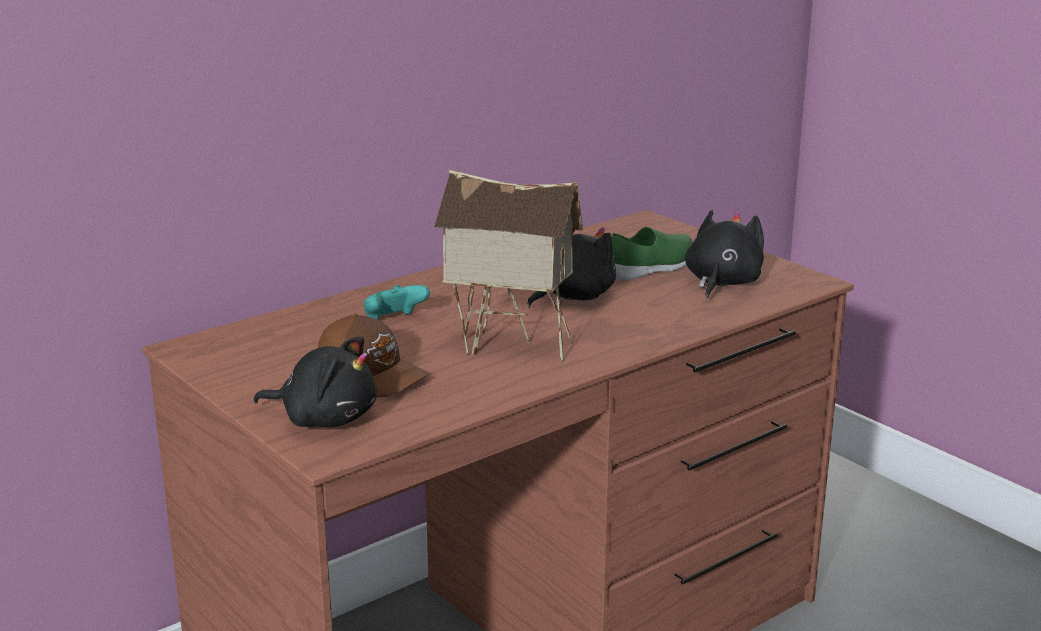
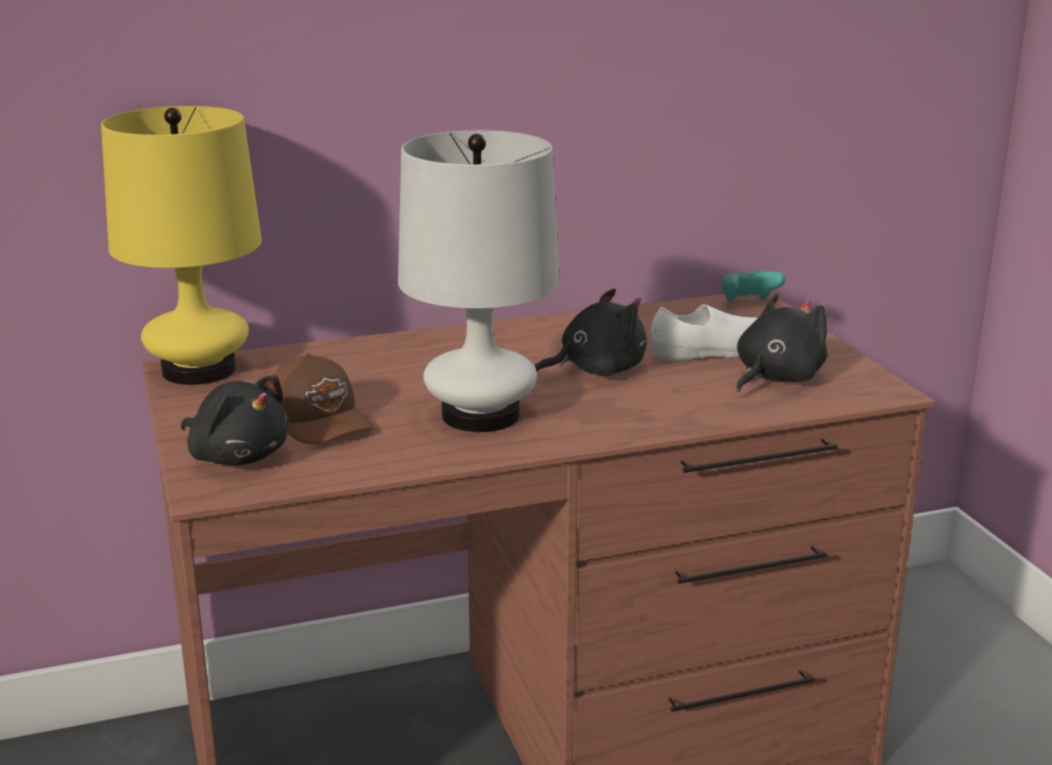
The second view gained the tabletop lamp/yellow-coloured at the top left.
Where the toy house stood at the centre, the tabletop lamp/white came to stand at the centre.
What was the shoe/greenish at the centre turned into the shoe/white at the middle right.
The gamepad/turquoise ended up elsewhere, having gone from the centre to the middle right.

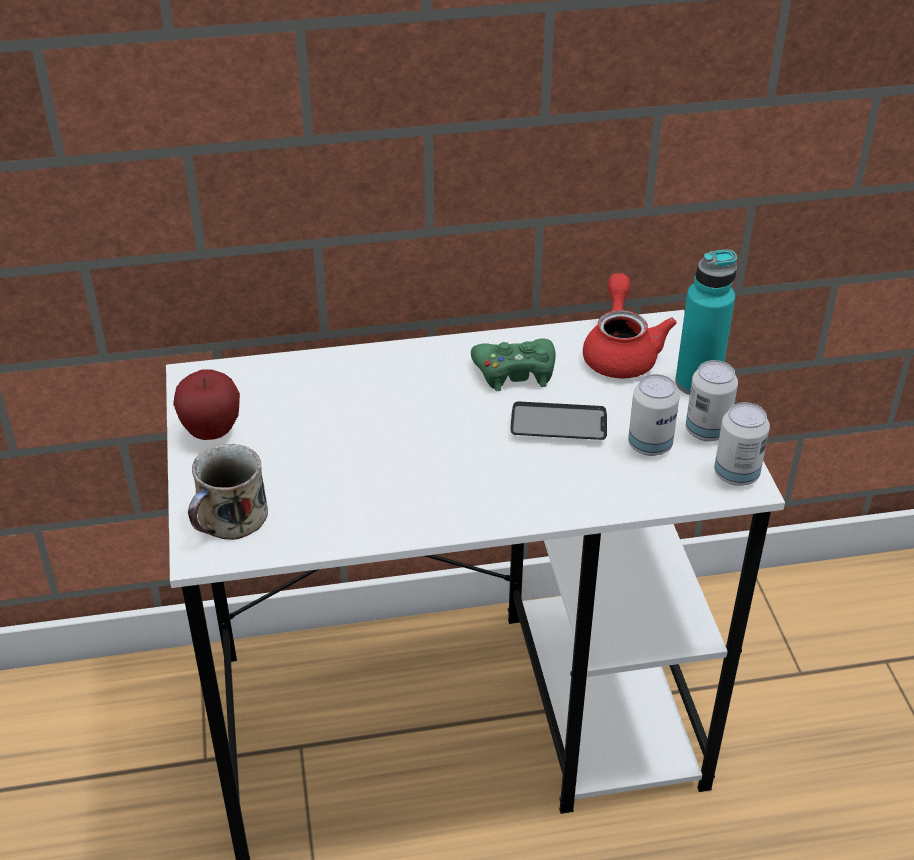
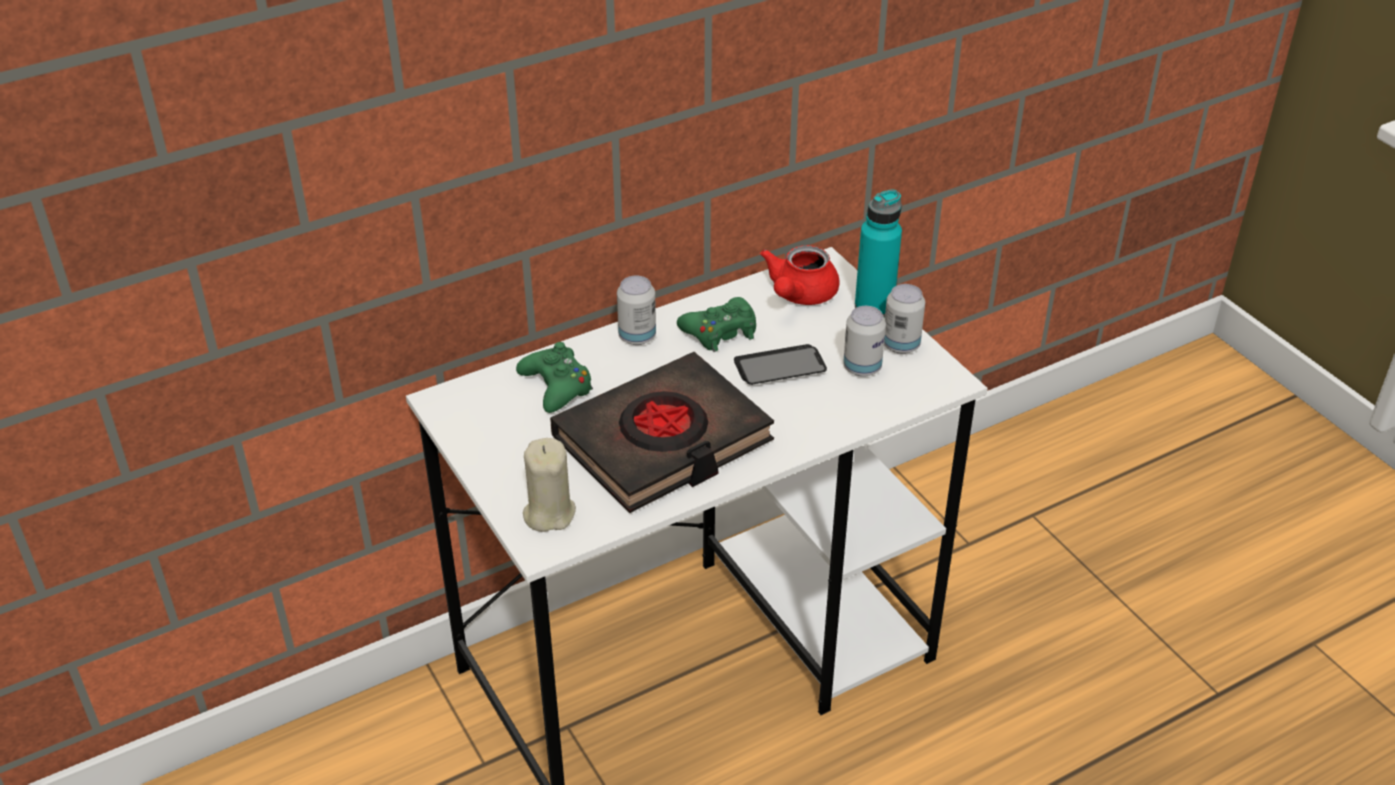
The second view gained the gamepad/greenish (1st from left) at the centre.
Where the mug stood at the middle left, the wax light/beige-coloured came to stand at the centre.
The second view gained the volume/black-coloured at the centre.
The sealed can (3rd from left in the first image) ended up elsewhere, having gone from the middle right to the centre.
The teapot/red-coloured at the middle right ended up facing another way, 135 degrees counterclockwise from before.
The second view lost the whole apple at the middle left.

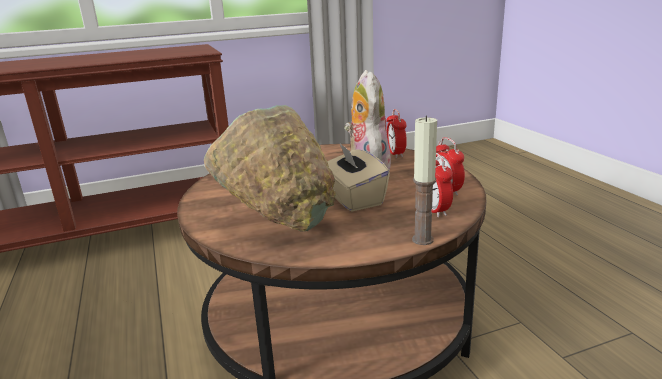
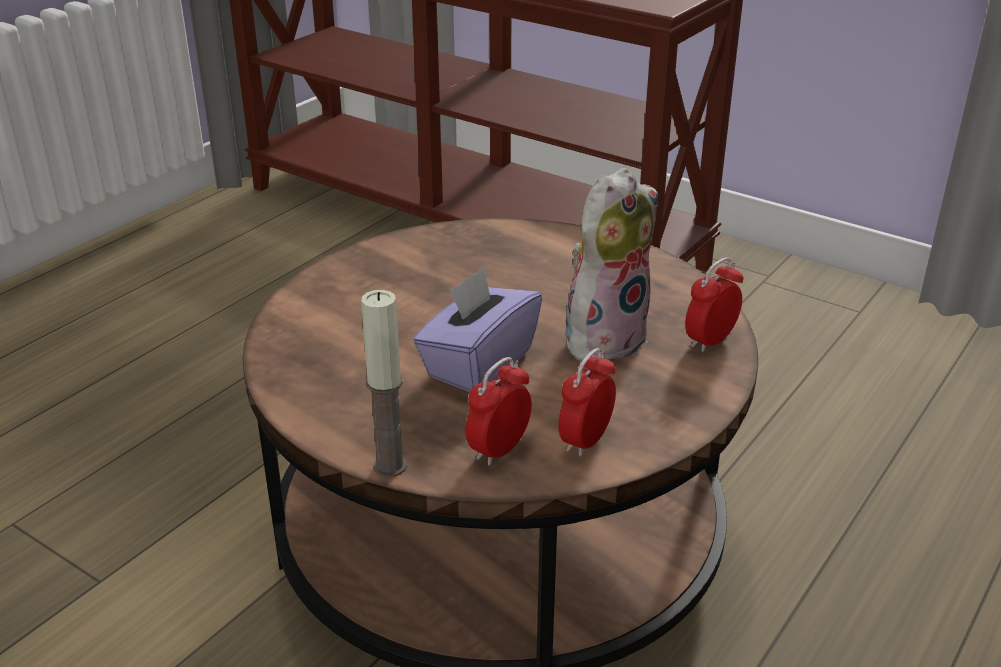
What was the tissue box/beige-coloured at the centre turned into the tissue box/purple at the centre.
The second view lost the serving bowl/greenish at the centre.

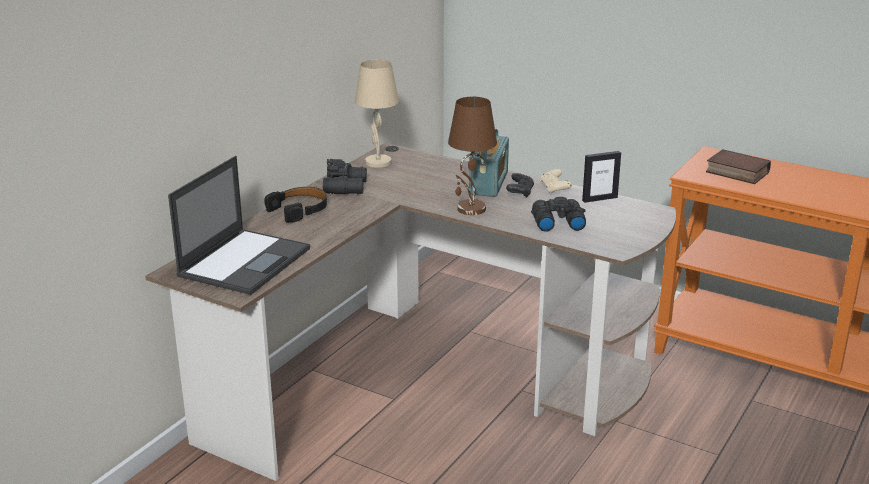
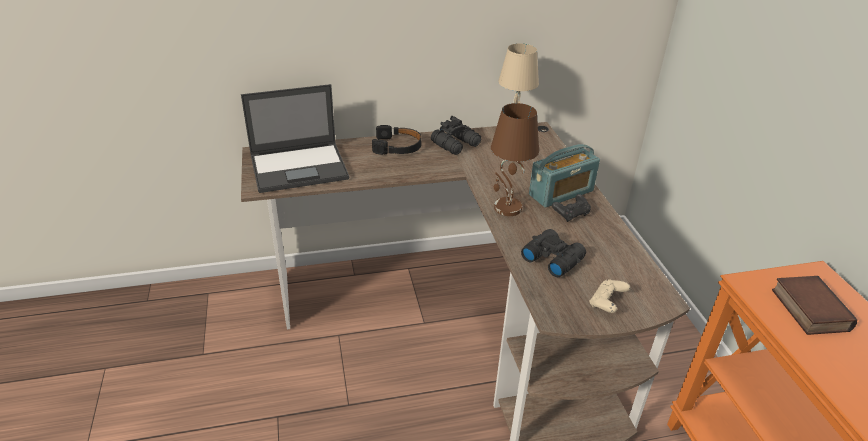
The gamepad/beige-coloured ended up elsewhere, having gone from the centre to the bottom right.
The second view lost the photo frame at the middle right.

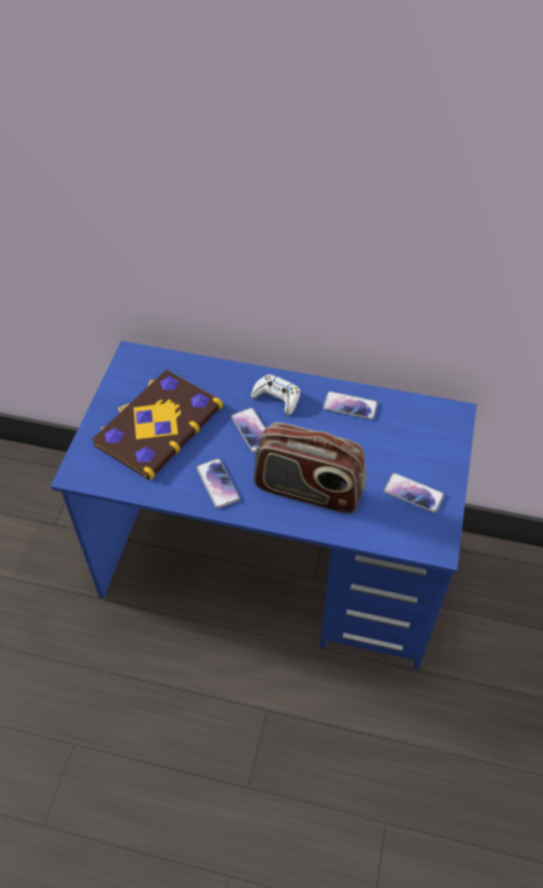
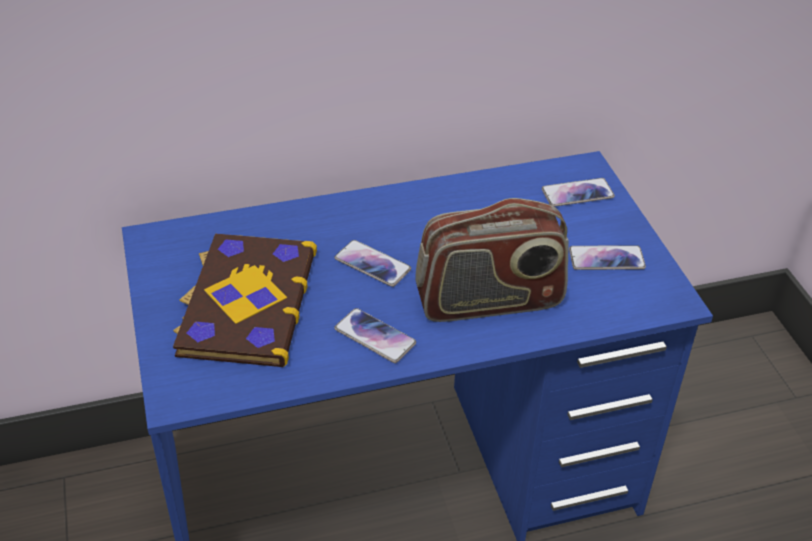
The phone (3rd from left) ended up elsewhere, having gone from the centre to the middle right.
The second view lost the gamepad/white at the centre.

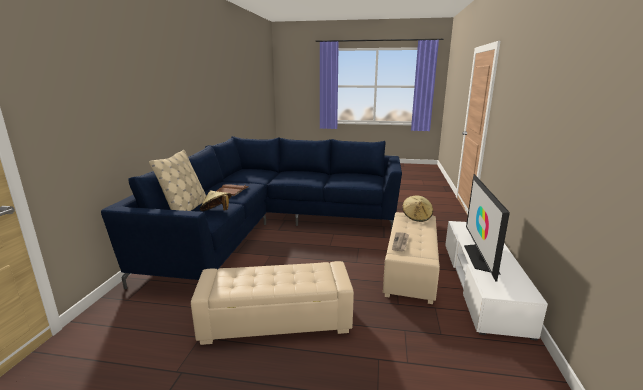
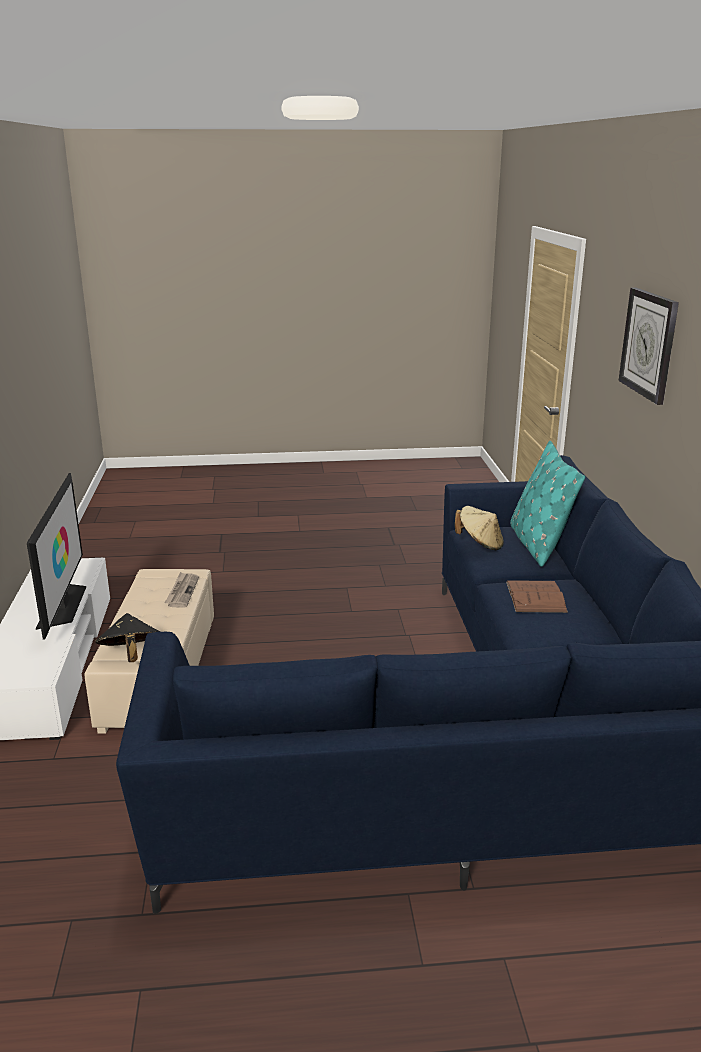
What was the clothing hat/beige-coloured (2nd from left) at the centre turned into the clothing hat/black-coloured at the middle left.
What was the cushion/beige-coloured at the middle left turned into the cushion/turquoise at the middle right.
The second view gained the wall clock at the top right.
The second view lost the ottoman/beige-coloured (1st from left) at the bottom centre.

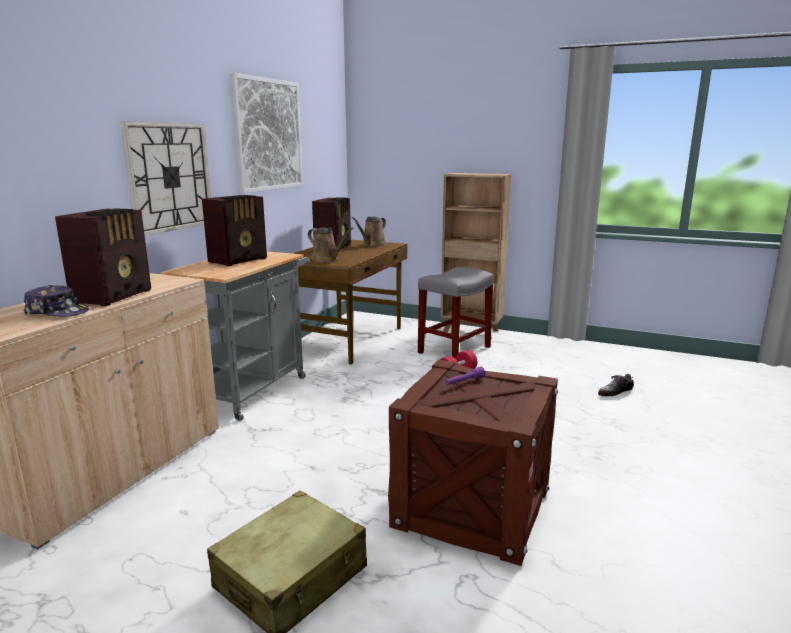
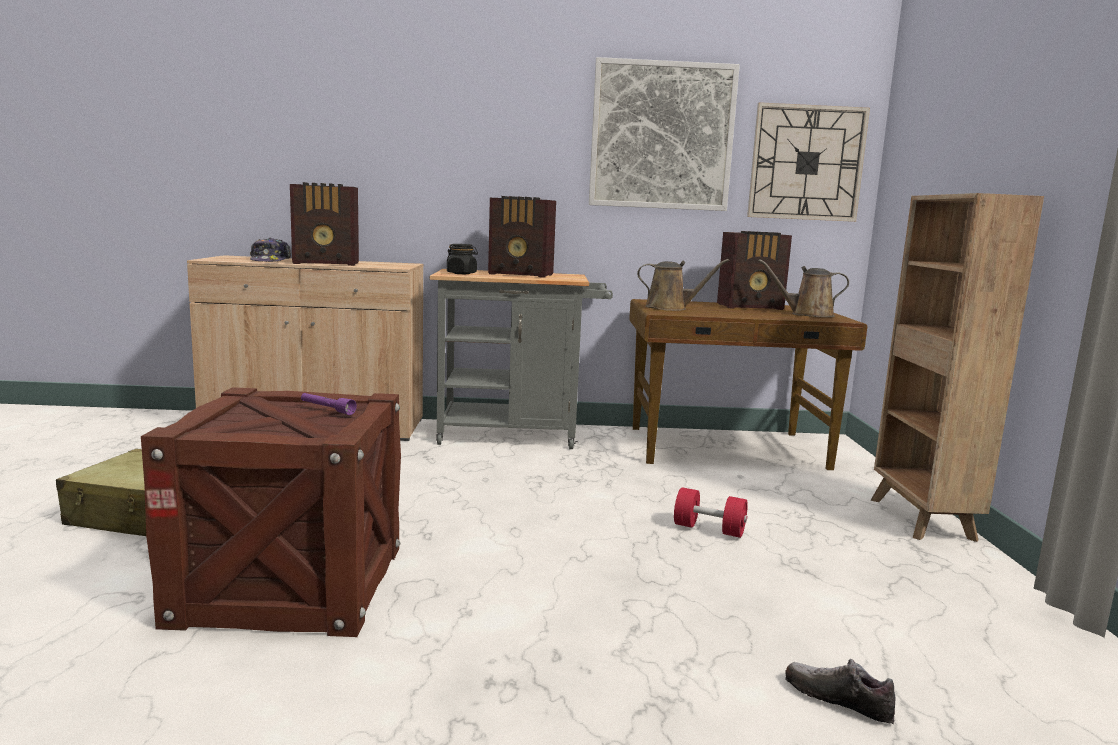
The second view gained the jar/black-coloured at the centre.
The watering can/brownish (1st from left) at the centre ended up facing another way, 90 degrees counterclockwise from before.
The wall clock ended up elsewhere, having gone from the top left to the top right.
The second view lost the stool seat/grey at the centre.

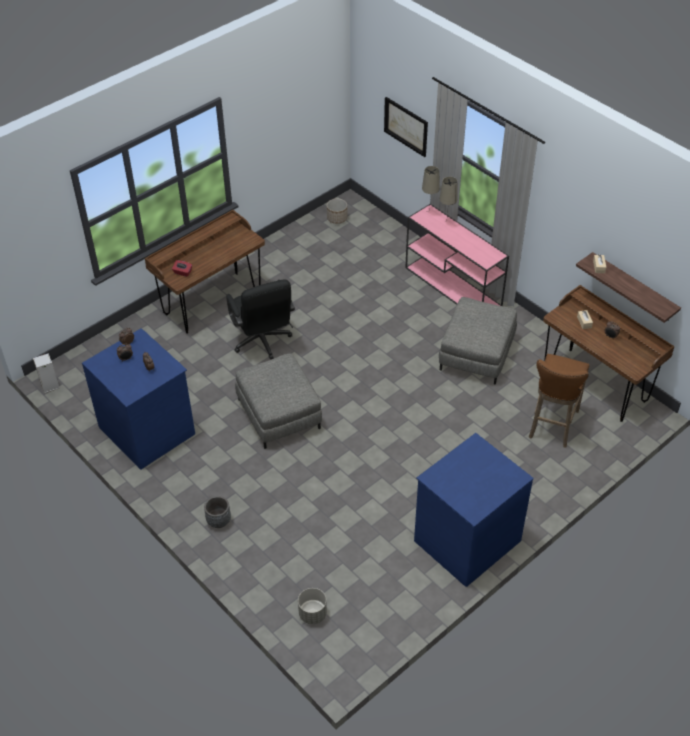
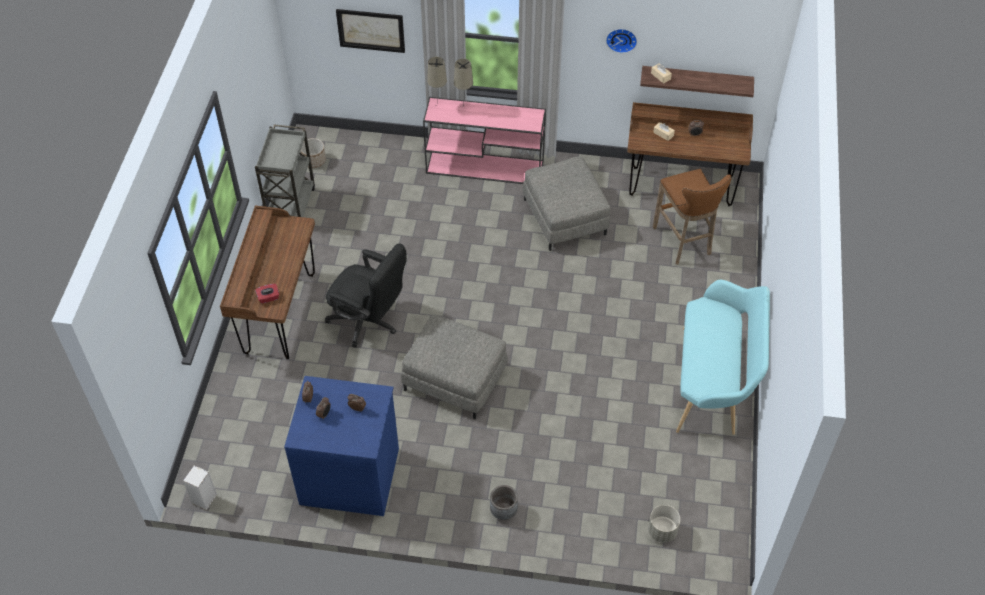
The second view gained the cart/grey at the top left.
The second view gained the wall clock at the top centre.
Where the chest of drawers/blue (2nd from left) stood at the bottom right, the long seat/turquoise came to stand at the middle right.

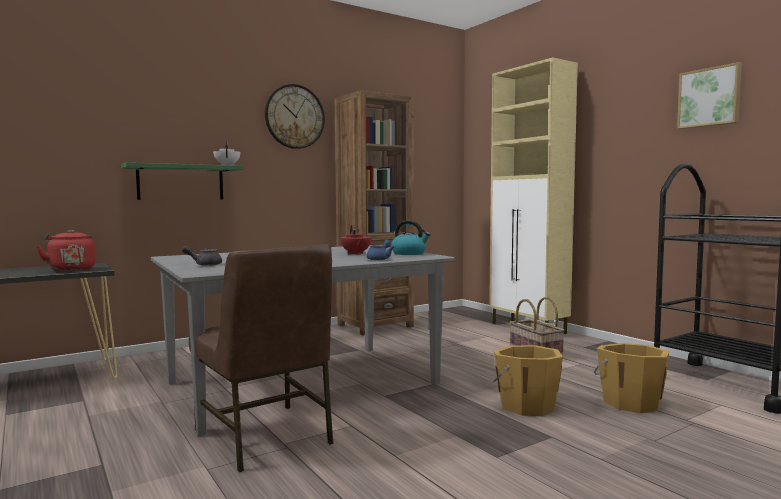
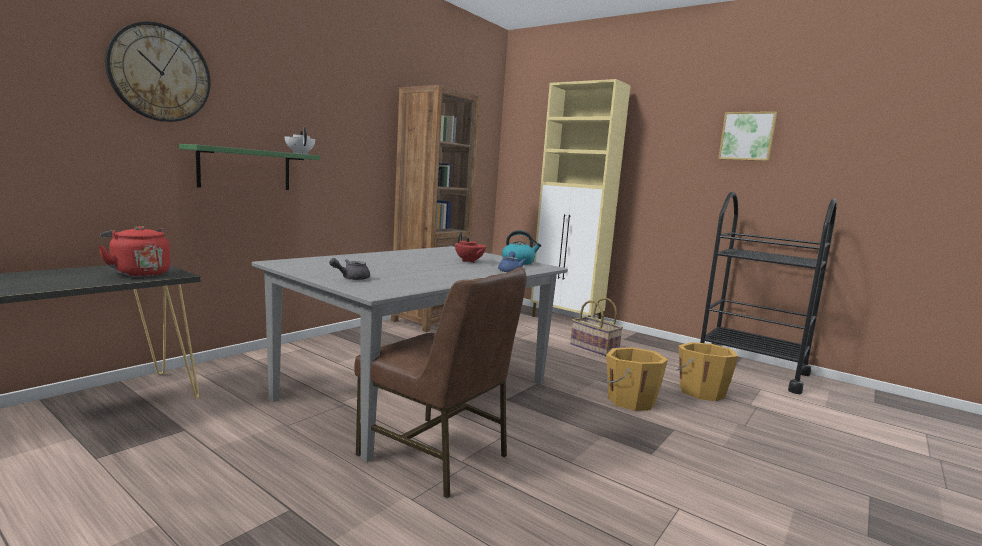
The wall clock ended up elsewhere, having gone from the top centre to the top left.

